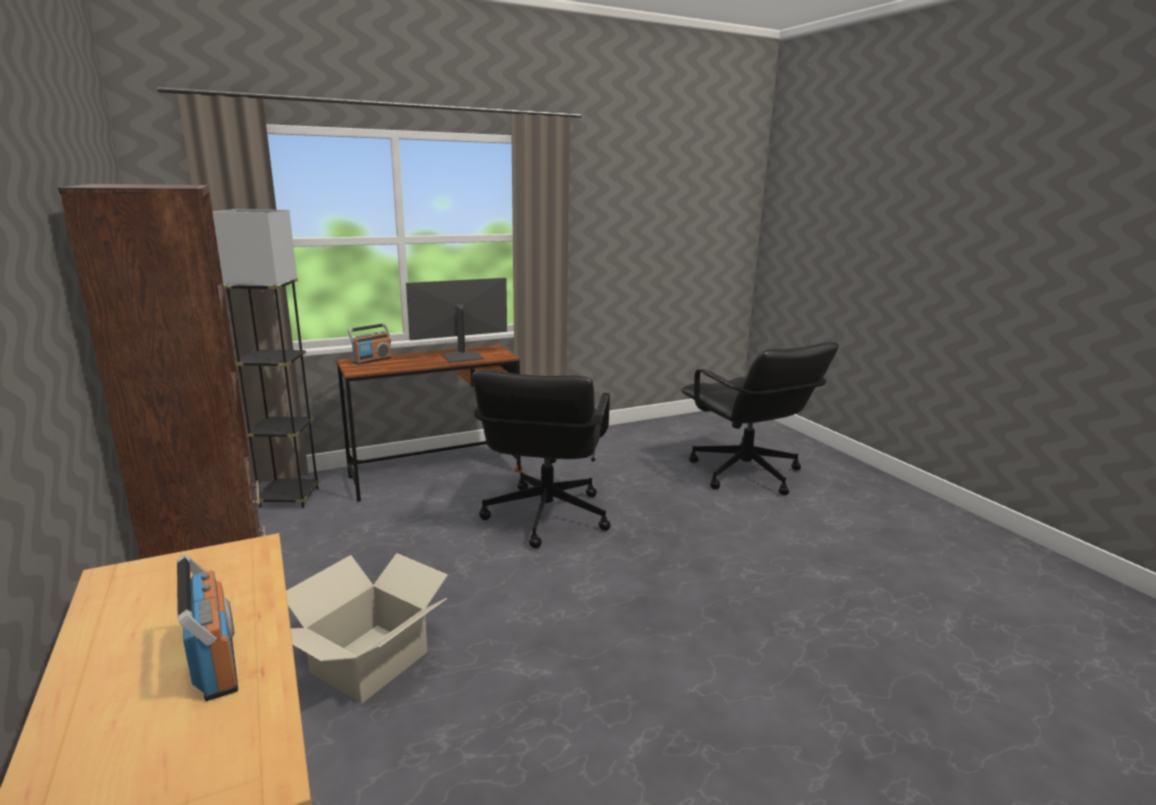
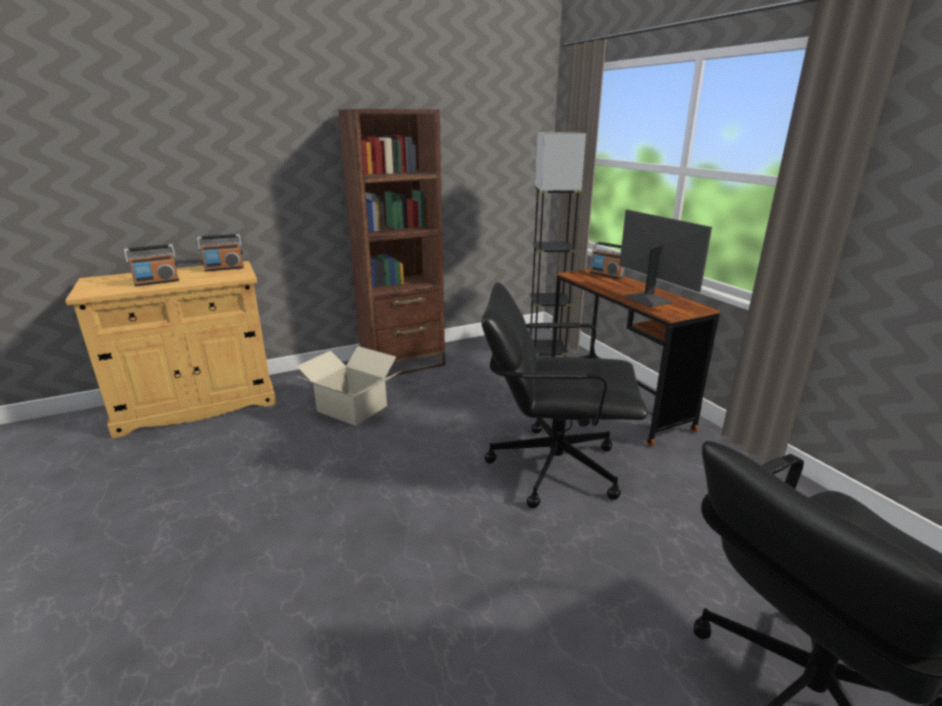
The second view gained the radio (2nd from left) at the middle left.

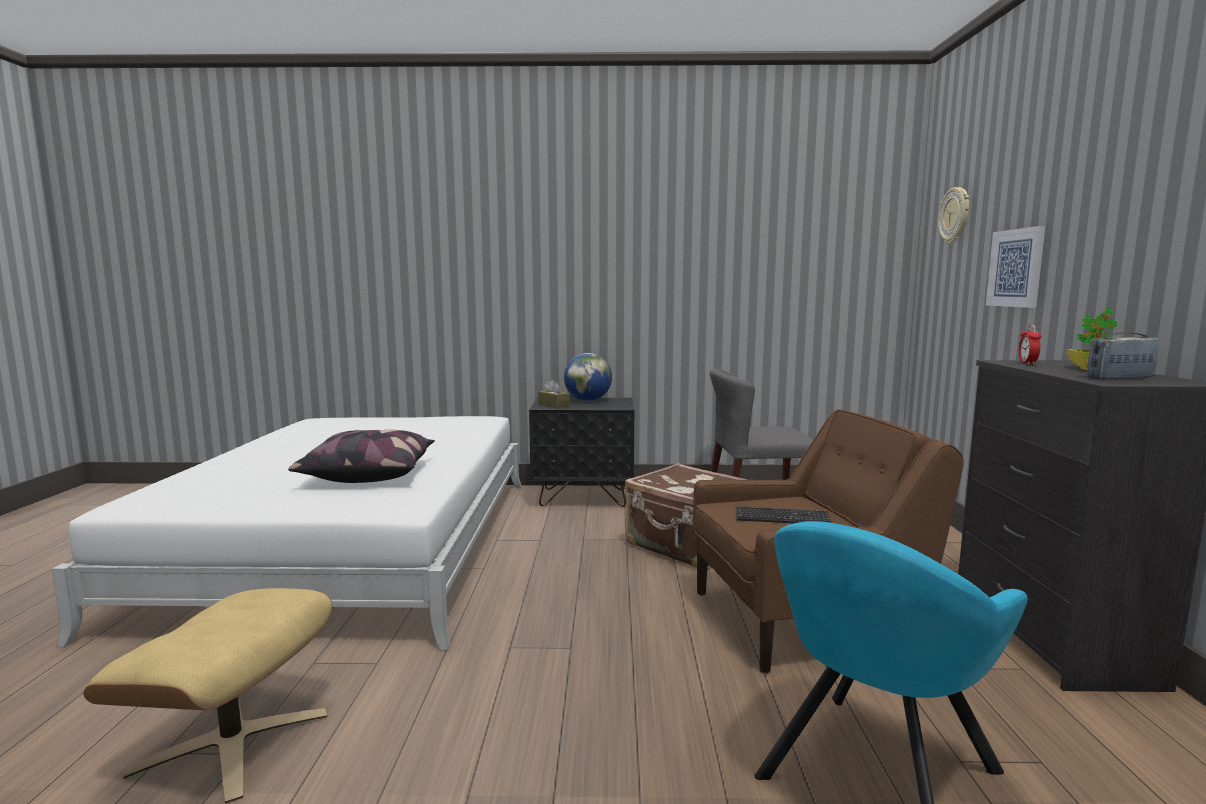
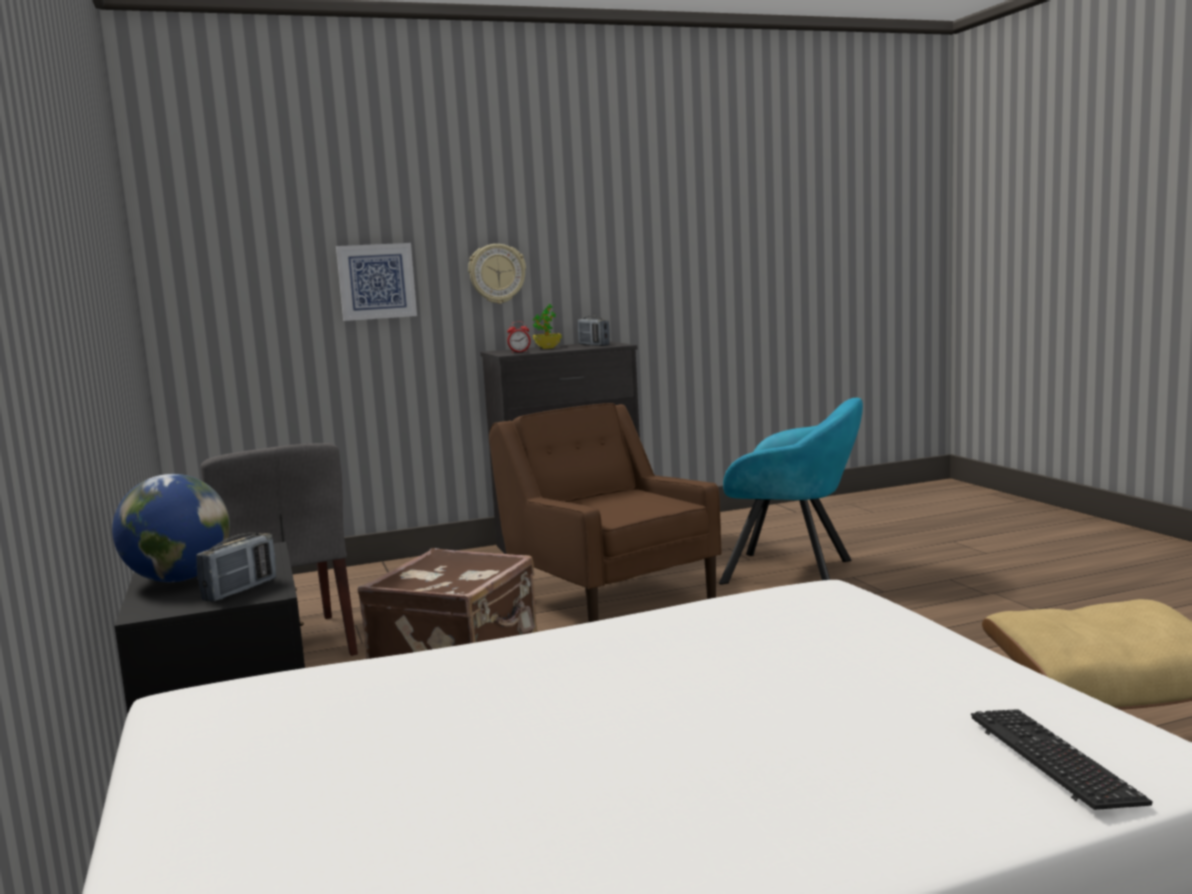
Where the tissue box/brownish stood at the centre, the radio (1st from left) came to stand at the middle left.
The wall clock ended up elsewhere, having gone from the top right to the top centre.
The computer keyboard ended up elsewhere, having gone from the centre to the bottom right.
The second view lost the cushion at the middle left.

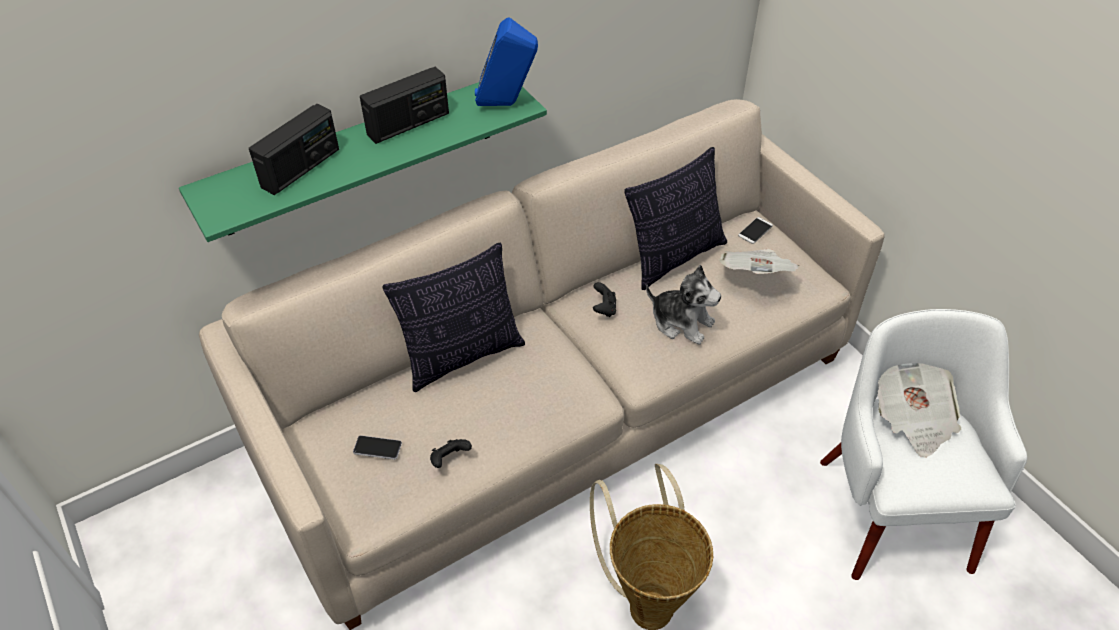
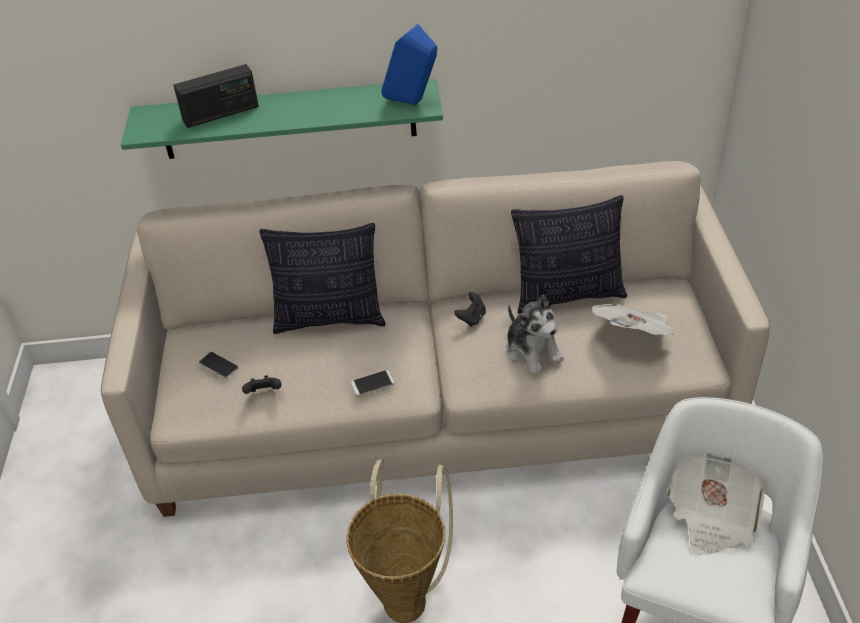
The phone (2nd from left) ended up elsewhere, having gone from the middle right to the centre.
The second view lost the radio (2nd from left) at the top centre.

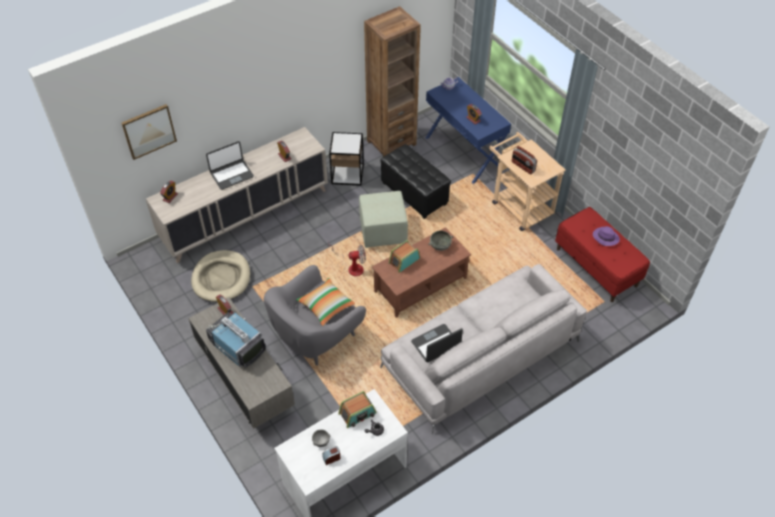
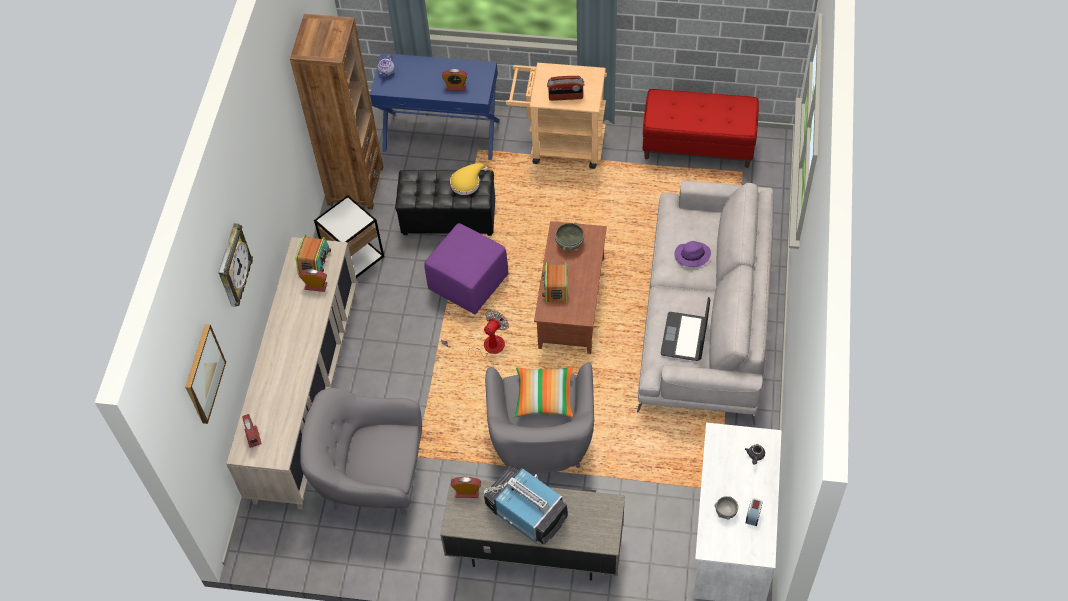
The second view gained the wall clock at the middle left.
The radio (1st from left) ended up elsewhere, having gone from the bottom centre to the middle left.
Where the dog cushion/beige-coloured stood at the middle left, the easy chair/grey (1st from left) came to stand at the bottom centre.
What was the ottoman/greenish at the centre turned into the ottoman/purple at the centre.
The second view gained the clothing hat/yellow-coloured at the top centre.
The TV set at the middle left ended up facing another way, 45 degrees clockwise from before.
The clothing hat/purple ended up elsewhere, having gone from the middle right to the centre.
The second view lost the portable computer (1st from left) at the top left.

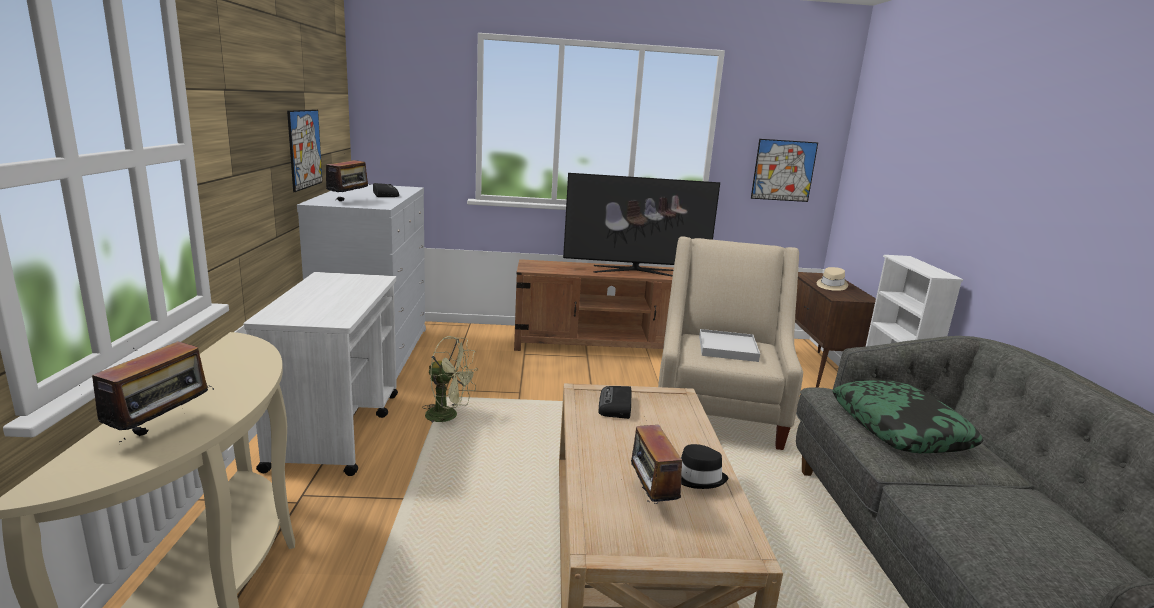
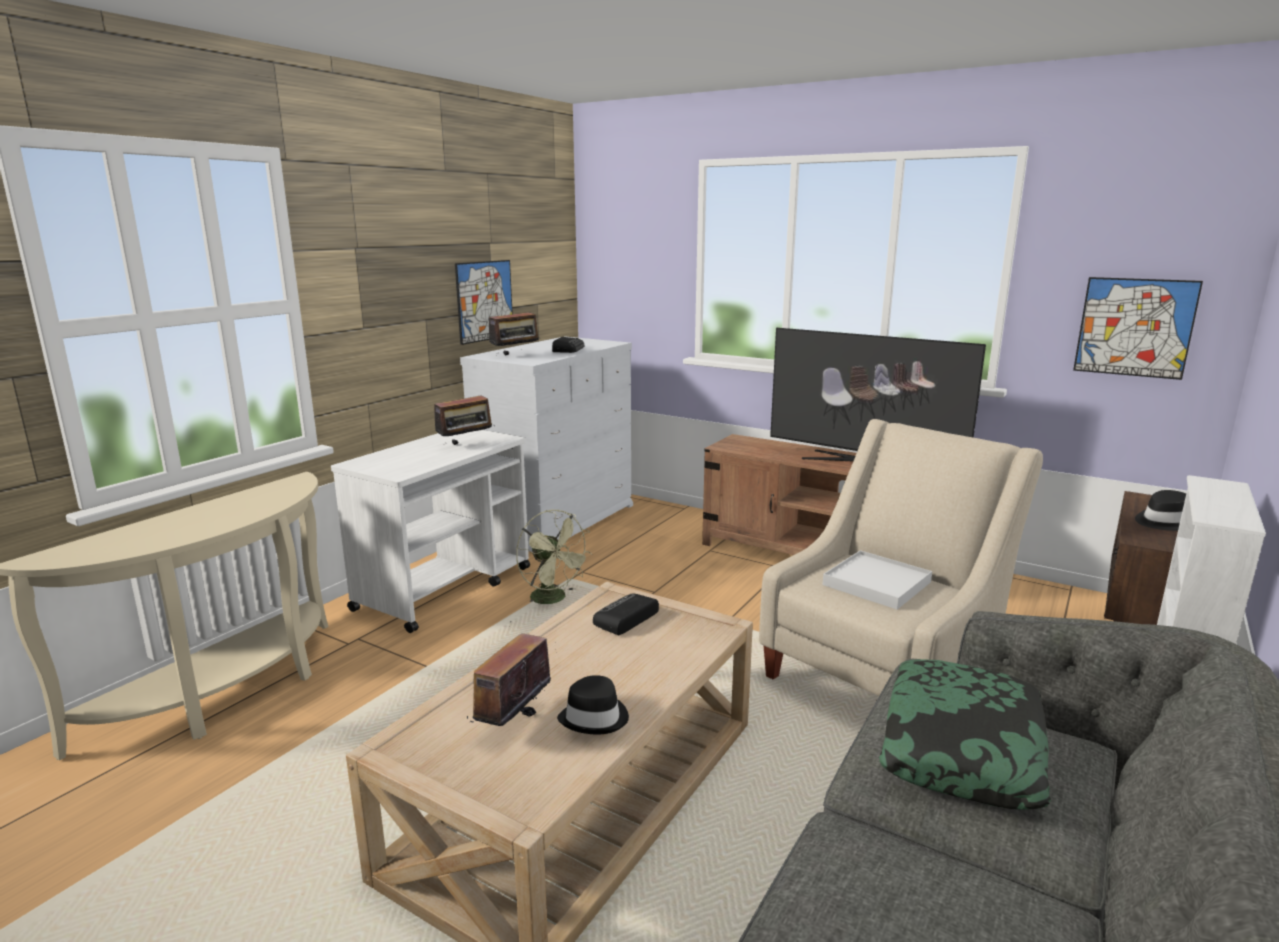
The radio (1st from left) ended up elsewhere, having gone from the middle left to the centre.
What was the clothing hat/beige-coloured at the middle right turned into the clothing hat/black-coloured (2nd from left) at the middle right.

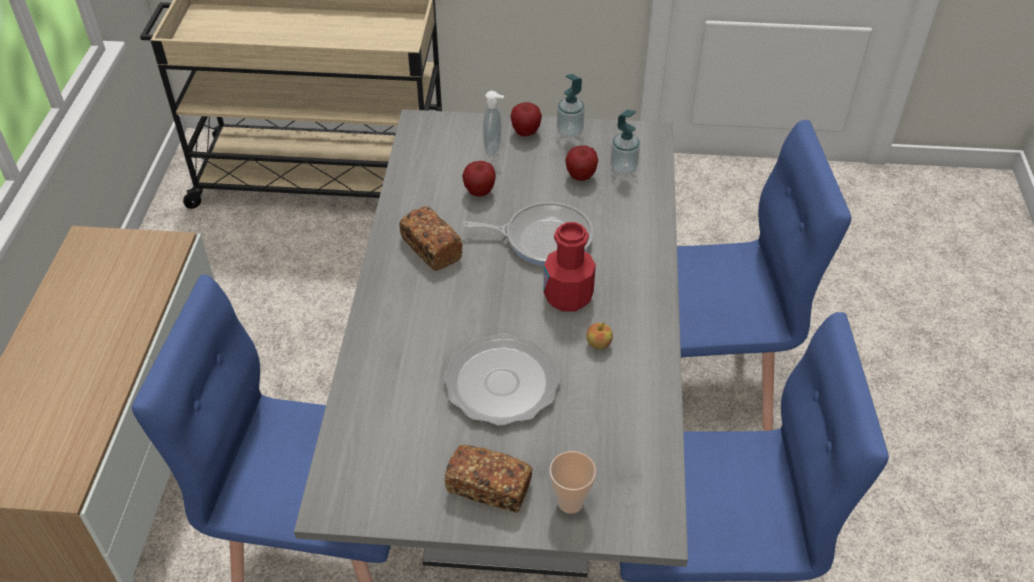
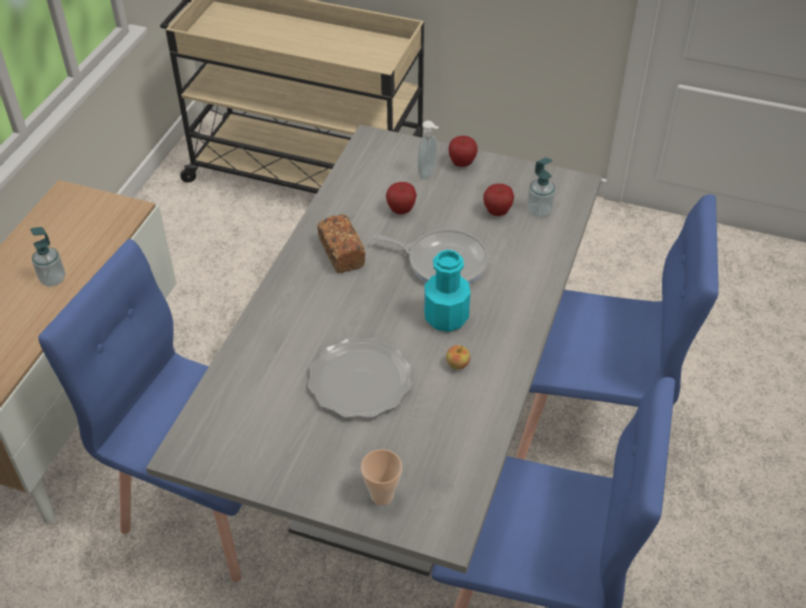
The soap dispenser (2nd from left in the first image) ended up elsewhere, having gone from the top centre to the middle left.
What was the bottle/red-coloured at the centre turned into the bottle/turquoise at the centre.
The second view lost the bakery bread (2nd from left) at the bottom centre.

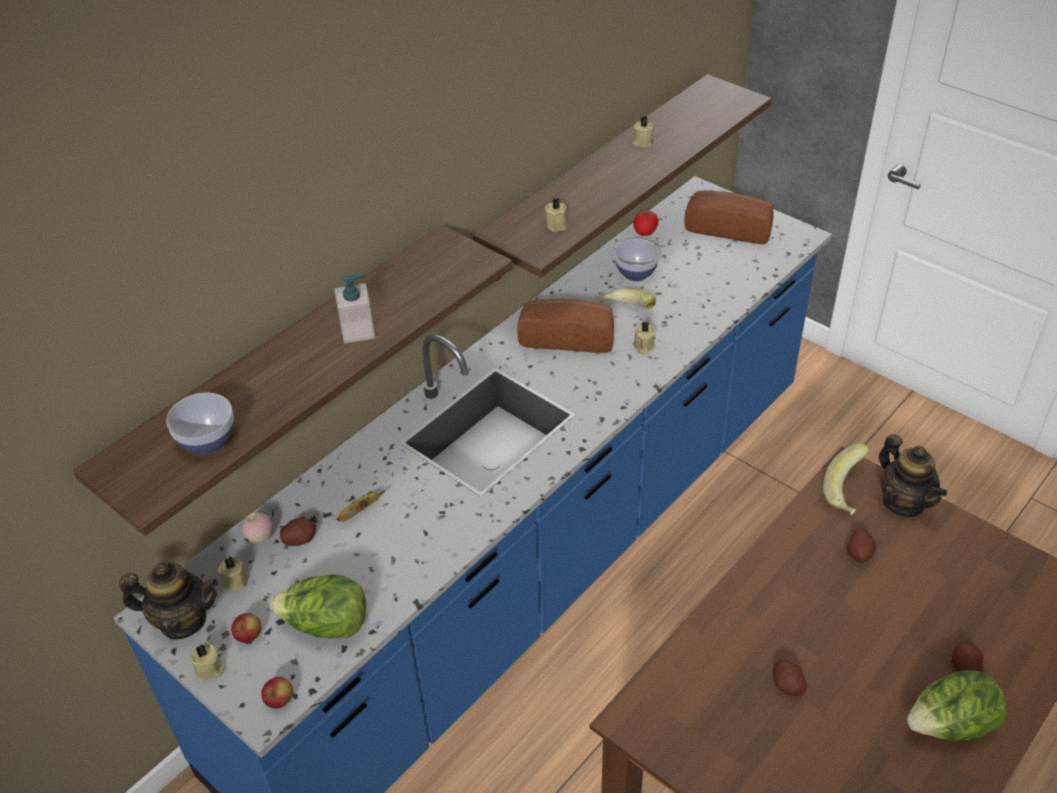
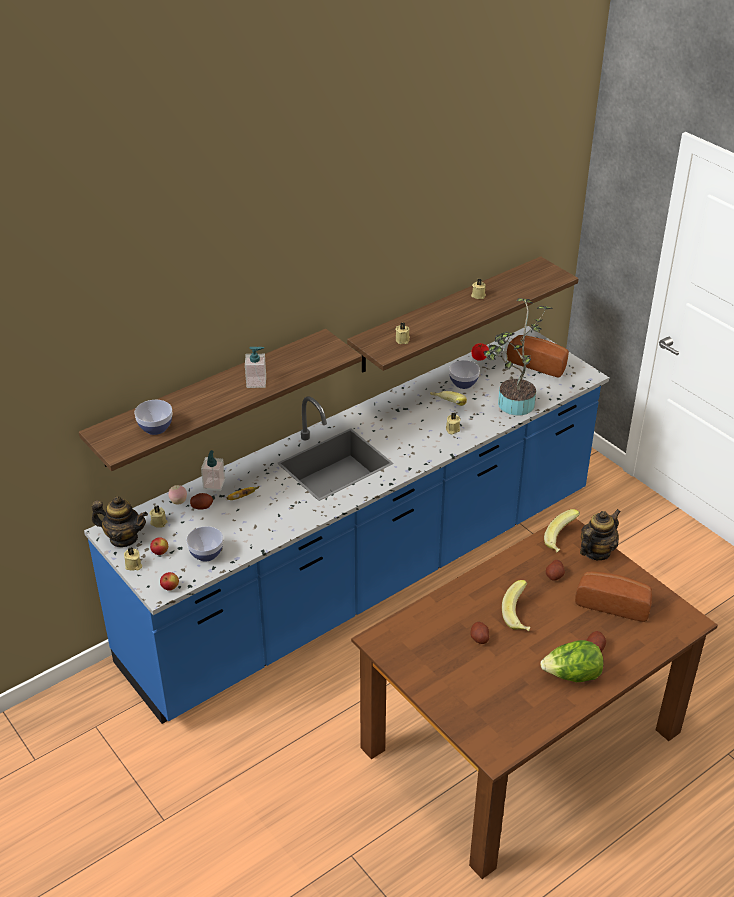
Where the lettuce (1st from left) stood at the bottom left, the serving bowl (2nd from left) came to stand at the middle left.
The second view gained the soap dispenser (1st from left) at the middle left.
The second view gained the houseplant at the middle right.
The second view gained the banana (3rd from left) at the bottom right.
The bakery bread (1st from left in the first image) ended up elsewhere, having gone from the centre to the middle right.
The teapot (2nd from left) at the middle right ended up facing another way, 120 degrees counterclockwise from before.

